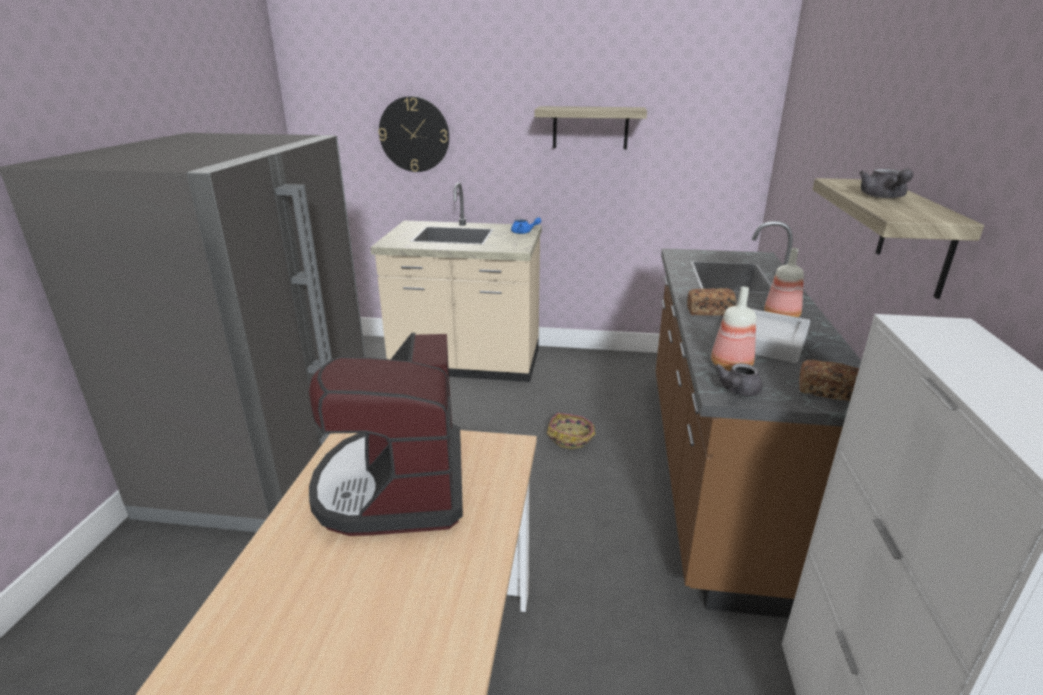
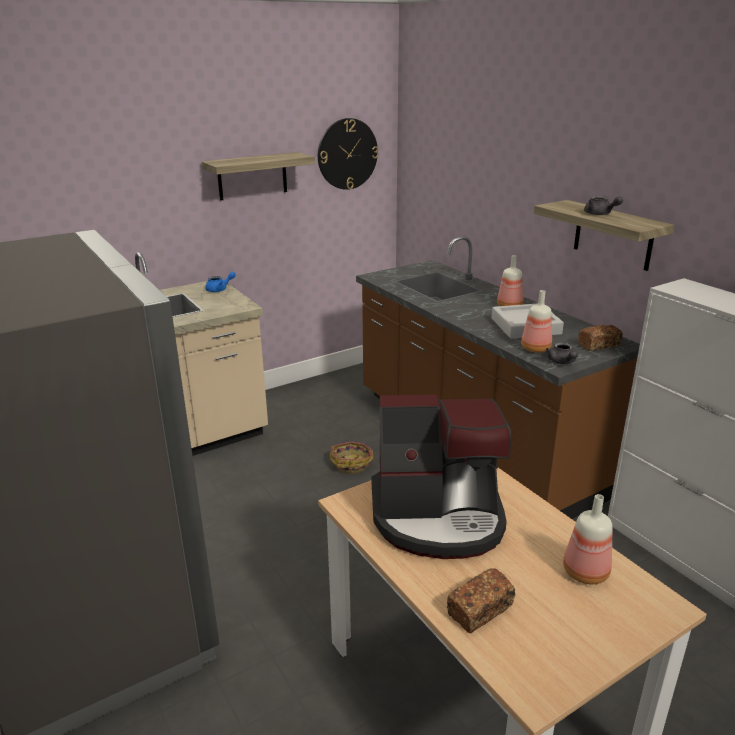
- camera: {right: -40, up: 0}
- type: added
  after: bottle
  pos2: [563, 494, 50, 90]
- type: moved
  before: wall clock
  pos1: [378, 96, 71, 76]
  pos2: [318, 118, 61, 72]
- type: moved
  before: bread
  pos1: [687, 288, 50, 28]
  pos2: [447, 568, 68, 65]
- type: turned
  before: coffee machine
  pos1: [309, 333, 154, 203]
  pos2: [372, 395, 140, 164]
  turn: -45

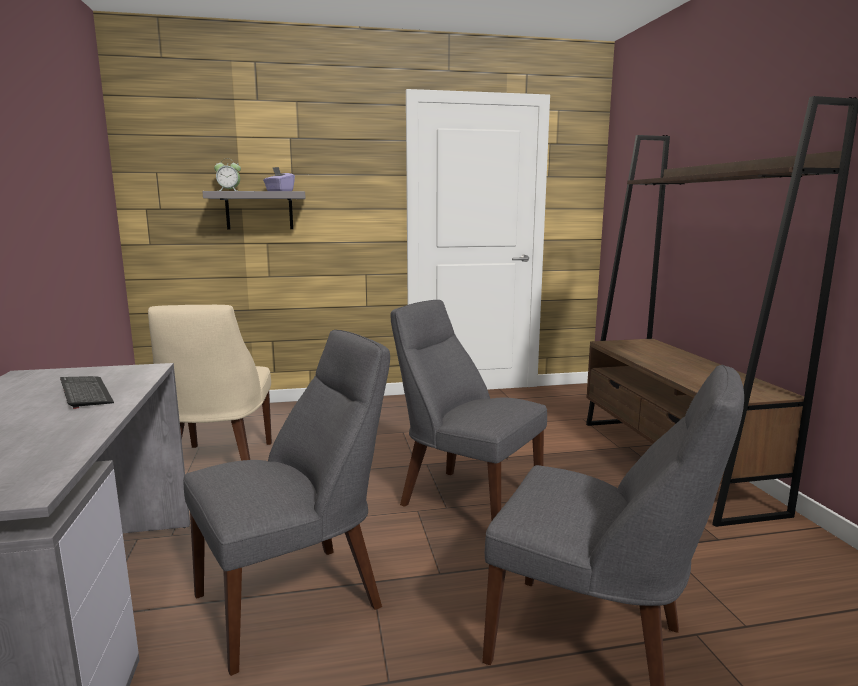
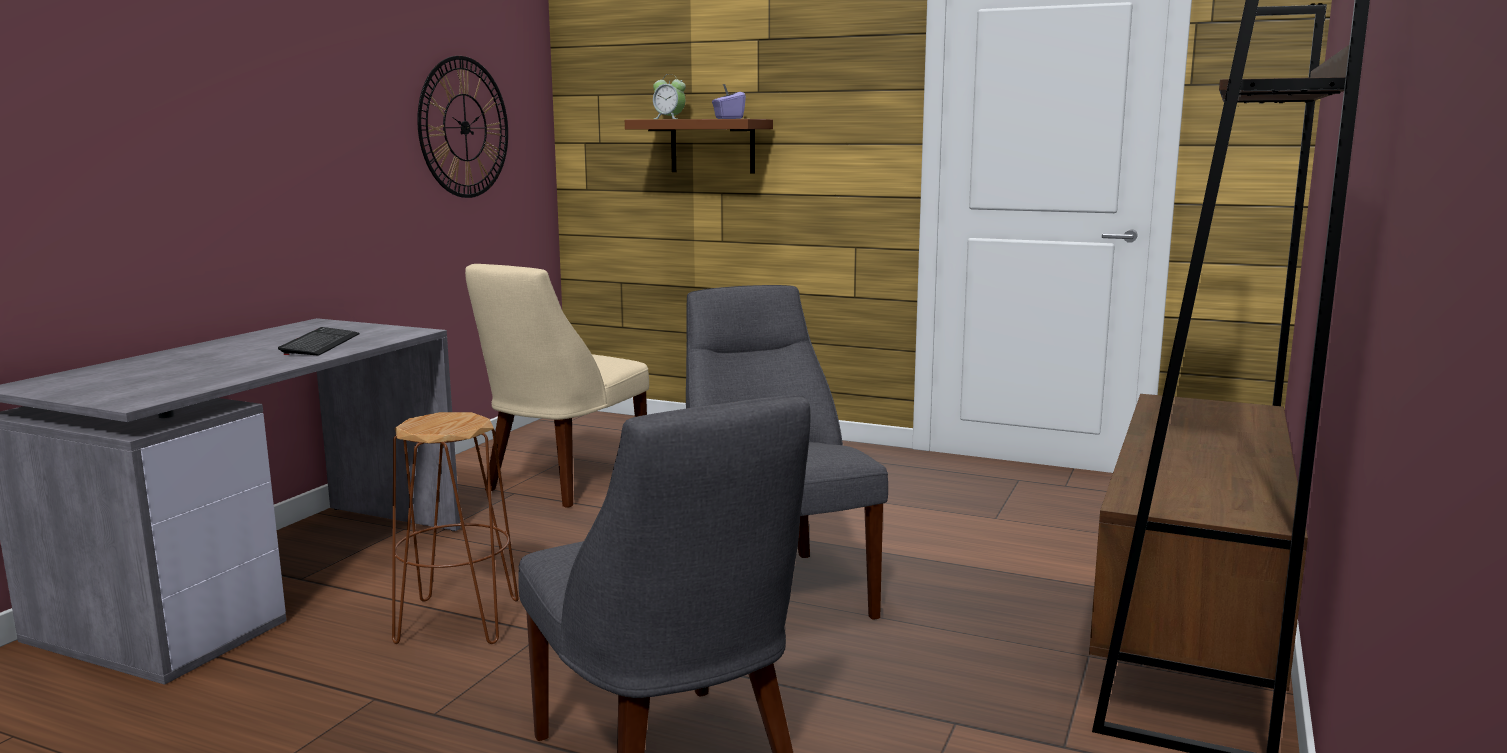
- camera: {right: 35, up: 0}
- type: added
  after: wall clock
  pos2: [417, 56, 91, 142]
- type: replaced
  before: chair in grey
  after: stool in brown
  pos1: [183, 330, 207, 346]
  pos2: [392, 412, 127, 232]
- type: recoloured
  before: shelf in grey
  after: shelf in brown
  pos1: [202, 191, 104, 39]
  pos2: [625, 119, 148, 54]

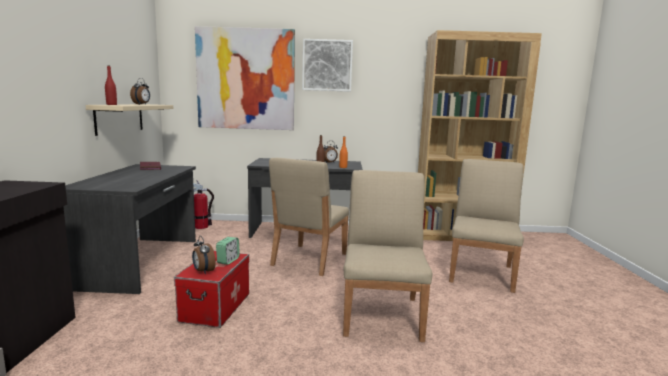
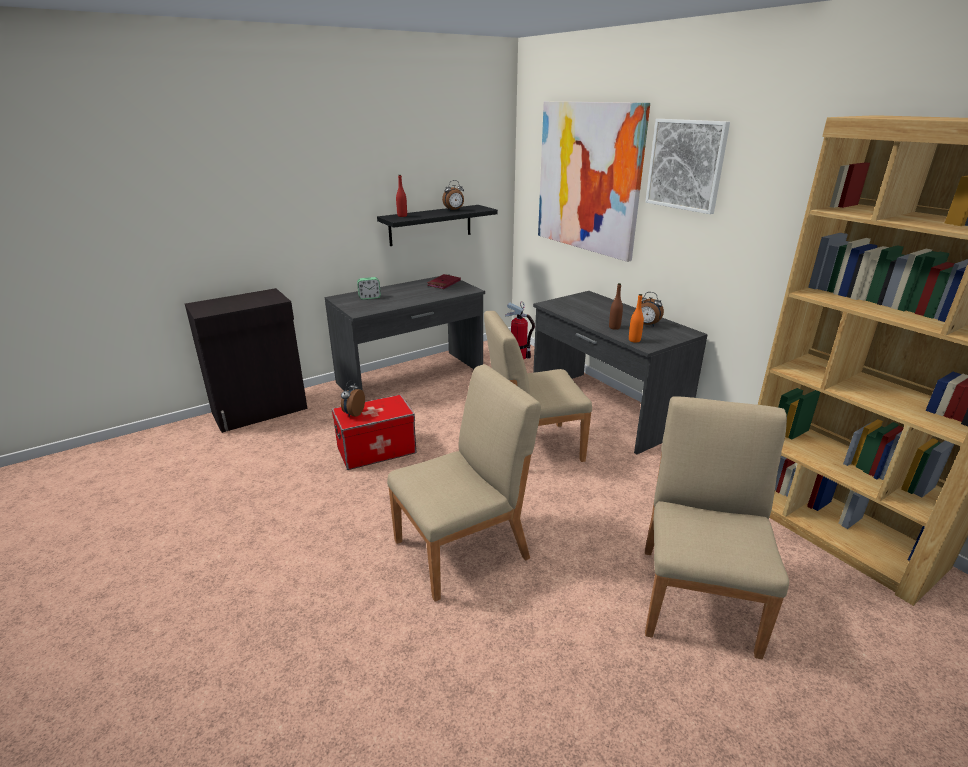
- camera: {right: 55, up: 15}
- type: moved
  before: alarm clock
  pos1: [216, 237, 24, 28]
  pos2: [357, 277, 24, 23]
- type: recoloured
  before: shelf in beige
  after: shelf in black
  pos1: [85, 104, 88, 32]
  pos2: [377, 205, 121, 41]
- type: turned
  before: chair in beige
  pos1: [449, 159, 75, 134]
  pos2: [645, 396, 144, 263]
  turn: -60

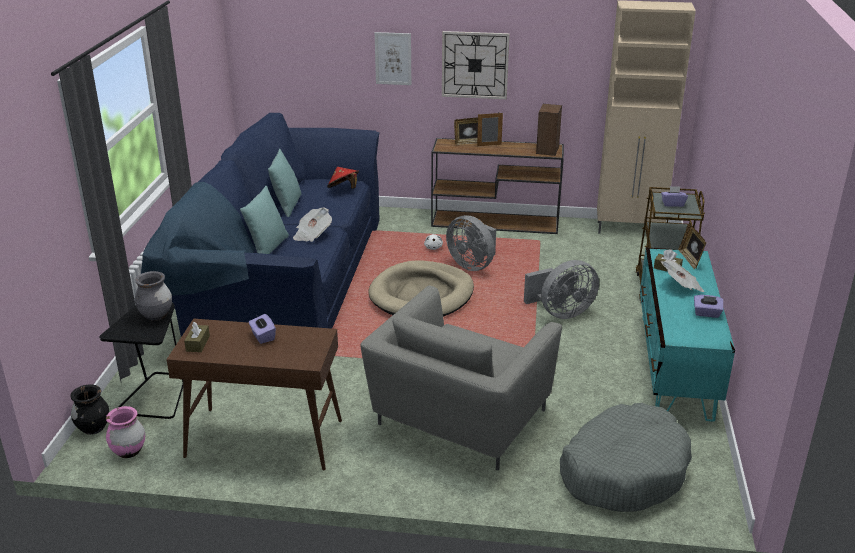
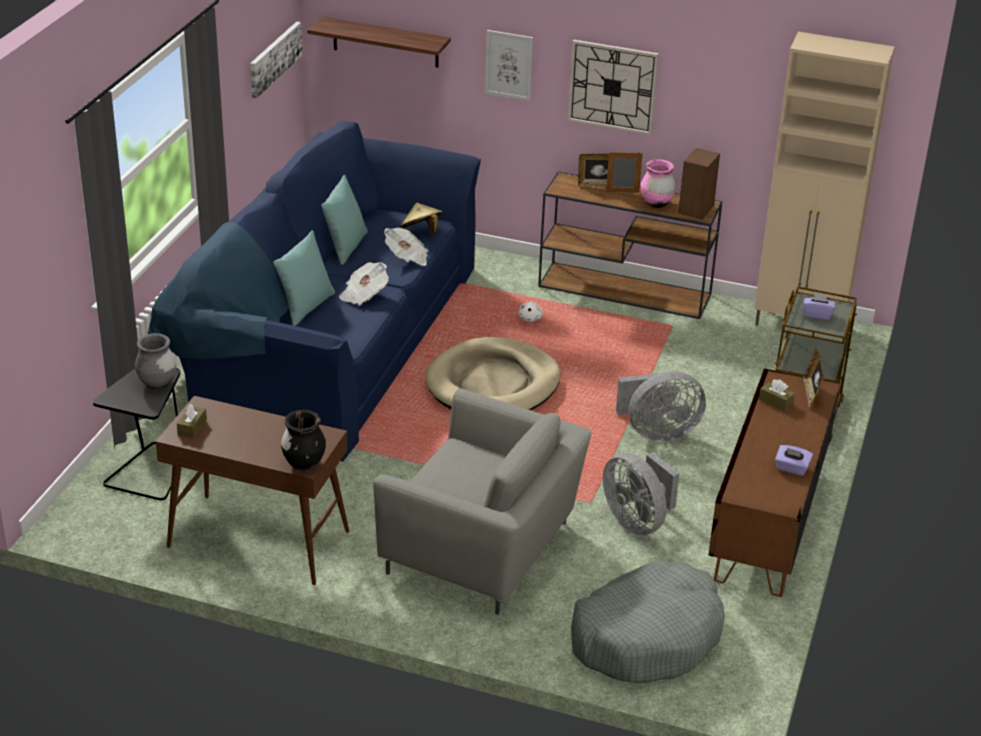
- camera: {right: 10, up: 5}
- type: removed
  before: tissue box in purple
  pos1: [249, 314, 27, 30]
- type: added
  after: picture
  pos2: [250, 22, 52, 76]
- type: added
  after: shelf
  pos2: [307, 16, 144, 52]
- type: moved
  before: vase in black
  pos1: [70, 384, 39, 51]
  pos2: [281, 410, 45, 61]
- type: moved
  before: vase in pink
  pos1: [106, 406, 39, 52]
  pos2: [641, 159, 35, 49]
- type: moved
  before: fan in grey
  pos1: [446, 215, 50, 56]
  pos2: [603, 452, 76, 83]
- type: moved
  before: newspaper
  pos1: [661, 260, 44, 32]
  pos2: [384, 228, 44, 38]
- type: recoloured
  before: hat in red
  after: hat in beige
  pos1: [327, 167, 32, 22]
  pos2: [400, 203, 43, 31]
- type: recoloured
  before: tv stand in turquoise
  after: tv stand in brown
  pos1: [640, 247, 95, 175]
  pos2: [709, 369, 131, 228]
- type: turned
  before: armchair in grey
  pos1: [361, 285, 201, 185]
  pos2: [373, 388, 218, 227]
  turn: -105

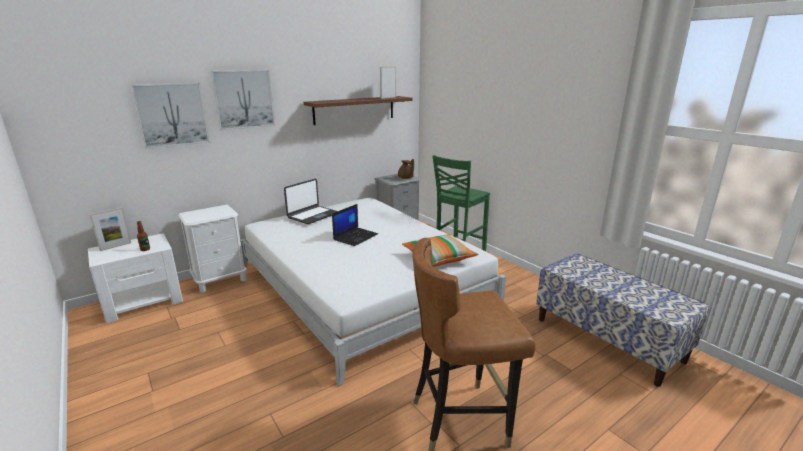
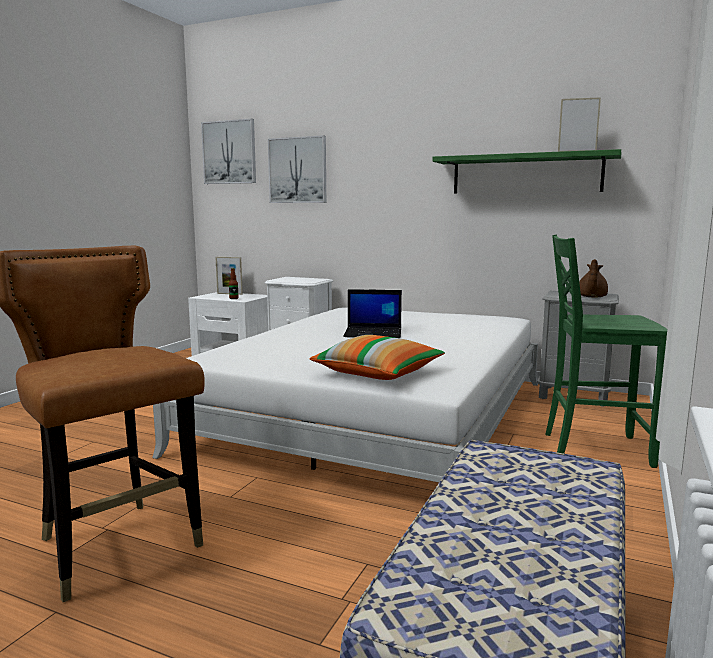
- camera: {right: 60, up: -10}
- type: removed
  before: laptop
  pos1: [284, 179, 54, 45]
- type: moved
  before: picture
  pos1: [211, 70, 64, 60]
  pos2: [201, 119, 55, 65]
- type: recoloured
  before: shelf in brown
  after: shelf in green
  pos1: [304, 96, 108, 29]
  pos2: [432, 149, 189, 45]

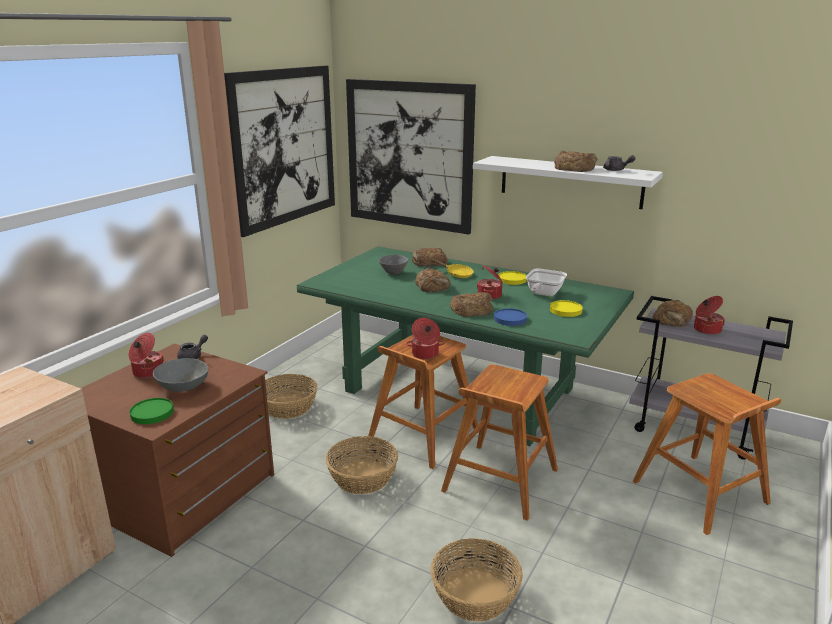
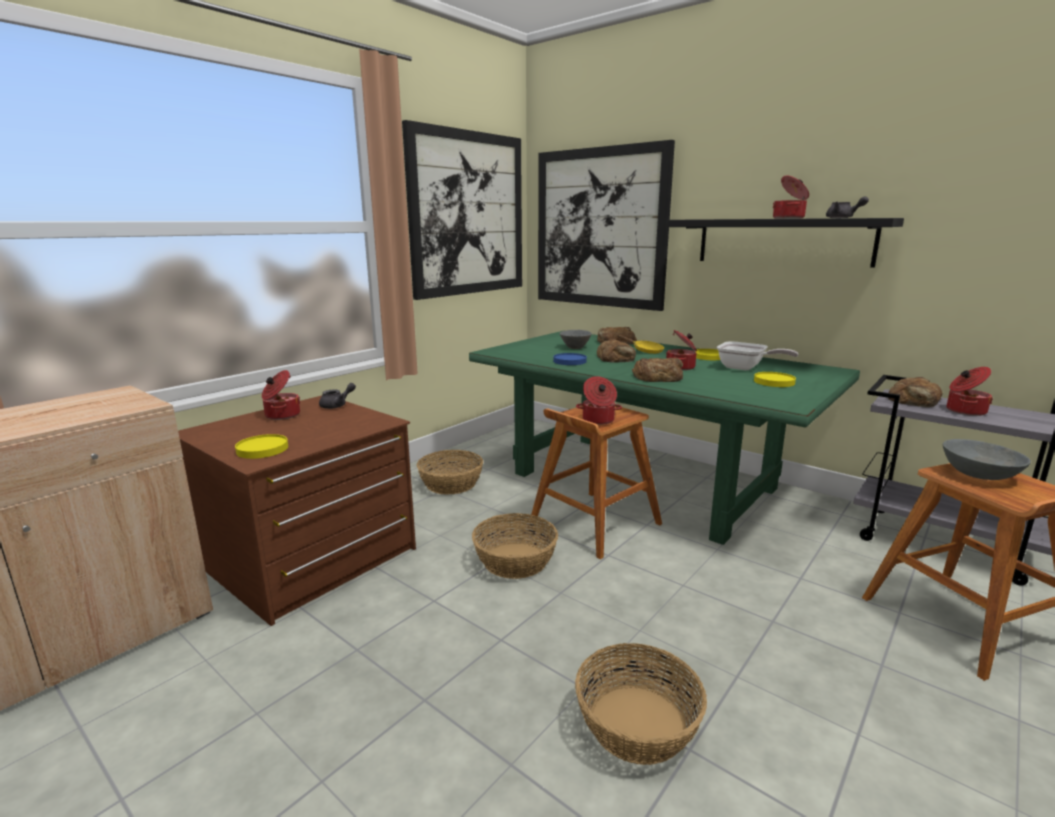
- camera: {right: 10, up: -5}
- type: removed
  before: stool in brown
  pos1: [441, 364, 117, 157]
- type: moved
  before: bowl in grey
  pos1: [153, 358, 56, 34]
  pos2: [943, 439, 88, 41]
- type: moved
  before: plate in blue
  pos1: [494, 308, 33, 18]
  pos2: [553, 353, 34, 12]
- type: replaced
  before: bread
  after: cooking pot
  pos1: [554, 151, 43, 21]
  pos2: [773, 175, 36, 44]
- type: recoloured
  before: plate in green
  after: plate in yellow
  pos1: [130, 398, 44, 26]
  pos2: [235, 434, 53, 25]
- type: recoloured
  before: shelf in white
  after: shelf in black
  pos1: [473, 156, 190, 53]
  pos2: [667, 218, 237, 50]
- type: turned
  before: frying pan
  pos1: [526, 268, 41, 28]
  pos2: [717, 341, 81, 29]
  turn: -90

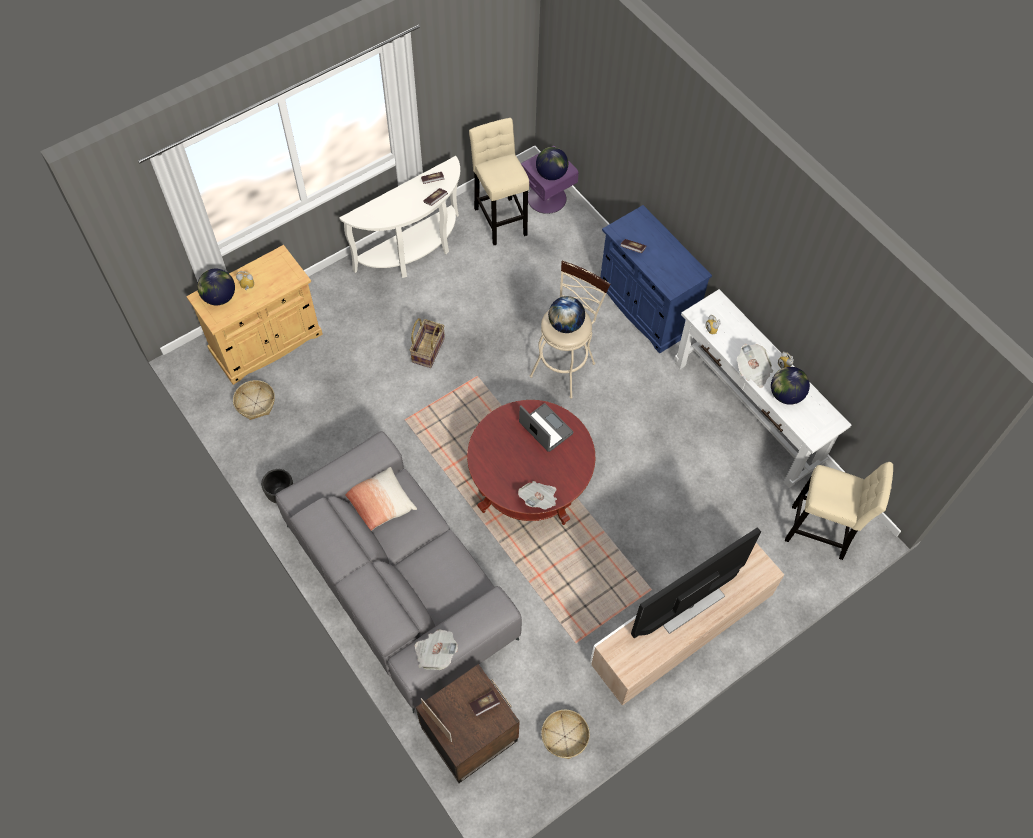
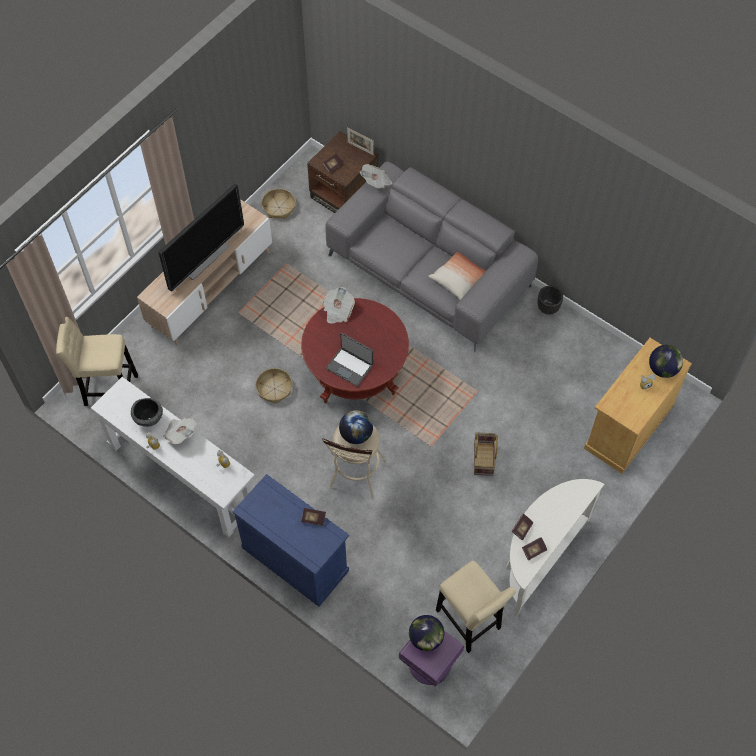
- camera: {right: 165, up: 0}
- type: moved
  before: basket
  pos1: [233, 380, 42, 40]
  pos2: [256, 368, 36, 36]
- type: replaced
  before: globe
  after: bowl
  pos1: [771, 367, 39, 38]
  pos2: [131, 398, 32, 29]

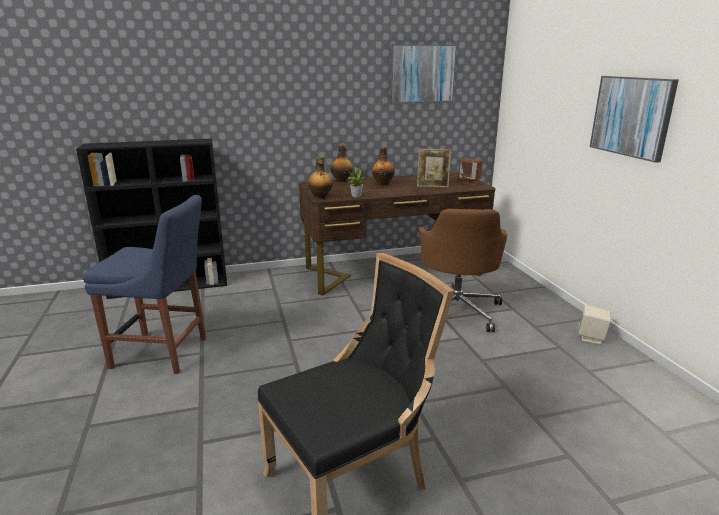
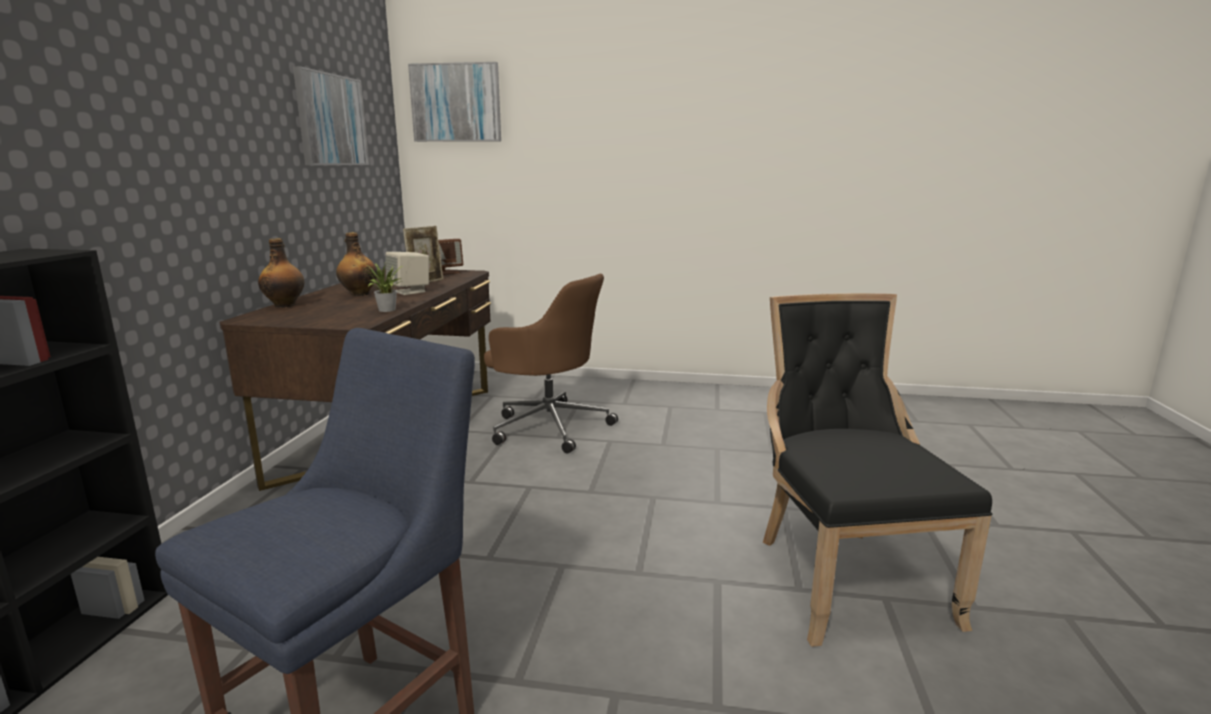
- camera: {right: -65, up: -5}
- type: removed
  before: bottle
  pos1: [308, 157, 25, 42]
- type: moved
  before: speaker in beige
  pos1: [578, 305, 33, 39]
  pos2: [386, 252, 43, 43]
- type: moved
  before: picture
  pos1: [590, 76, 89, 87]
  pos2: [408, 62, 93, 80]

